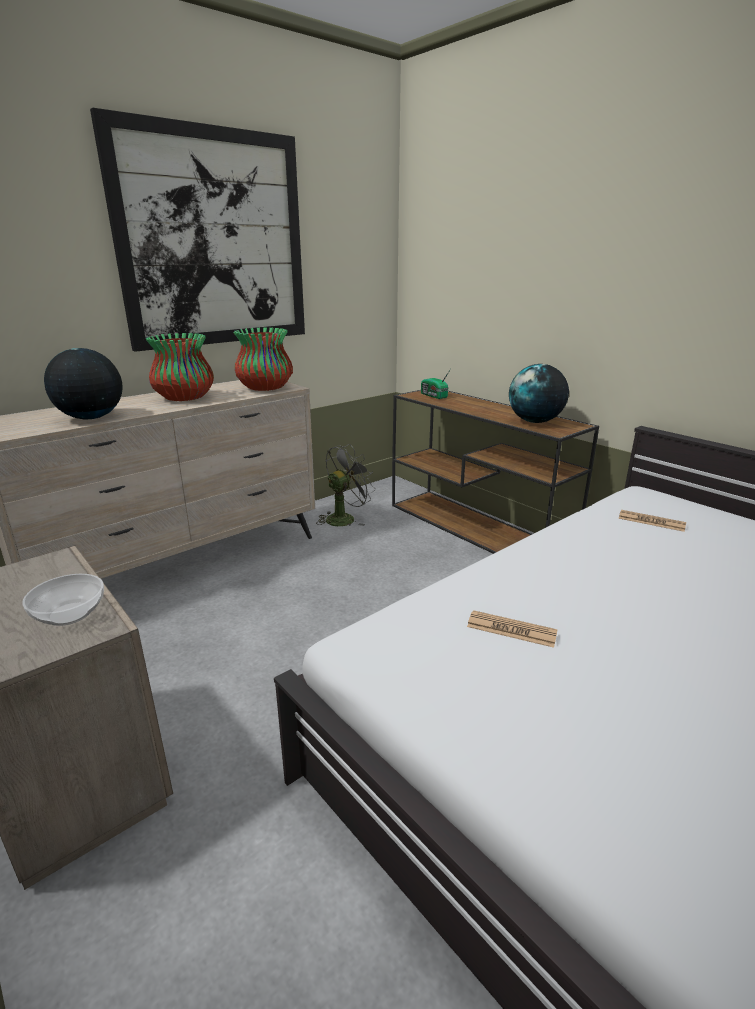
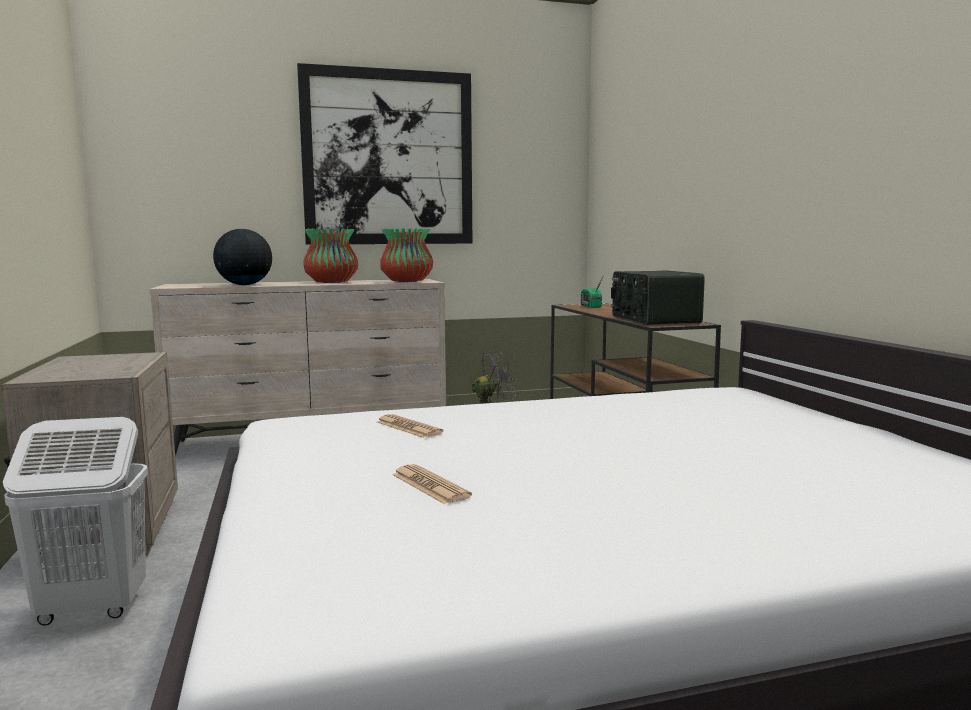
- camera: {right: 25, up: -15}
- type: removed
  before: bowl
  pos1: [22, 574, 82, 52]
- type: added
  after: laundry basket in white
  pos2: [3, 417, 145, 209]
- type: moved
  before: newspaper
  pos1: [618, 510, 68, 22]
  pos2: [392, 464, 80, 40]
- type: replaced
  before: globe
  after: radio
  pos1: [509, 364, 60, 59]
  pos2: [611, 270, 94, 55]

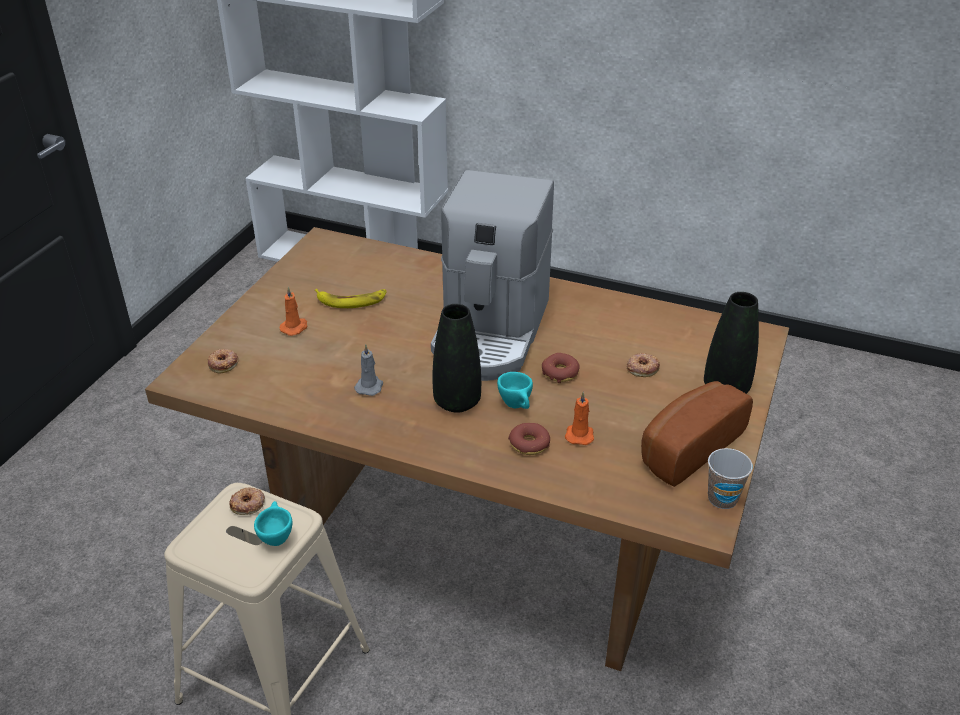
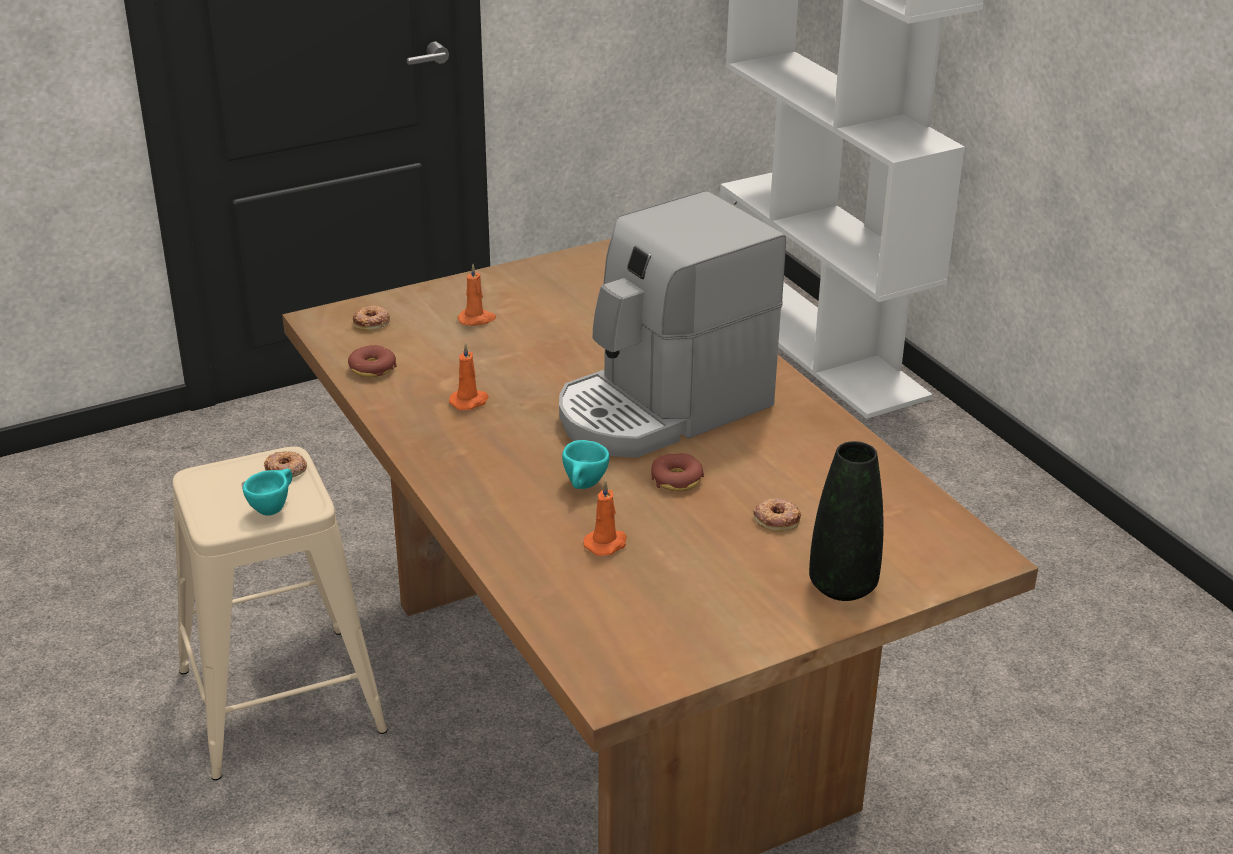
- camera: {right: 40, up: -5}
- type: removed
  before: banana
  pos1: [315, 289, 72, 19]
- type: removed
  before: vase in black
  pos1: [433, 304, 48, 109]
- type: removed
  before: bread
  pos1: [641, 381, 112, 106]
- type: removed
  before: cup
  pos1: [708, 448, 45, 61]
- type: moved
  before: donut
  pos1: [508, 423, 42, 32]
  pos2: [348, 345, 49, 32]
- type: recoloured
  before: candle in grey
  after: candle in orange
  pos1: [354, 344, 29, 52]
  pos2: [449, 343, 40, 67]

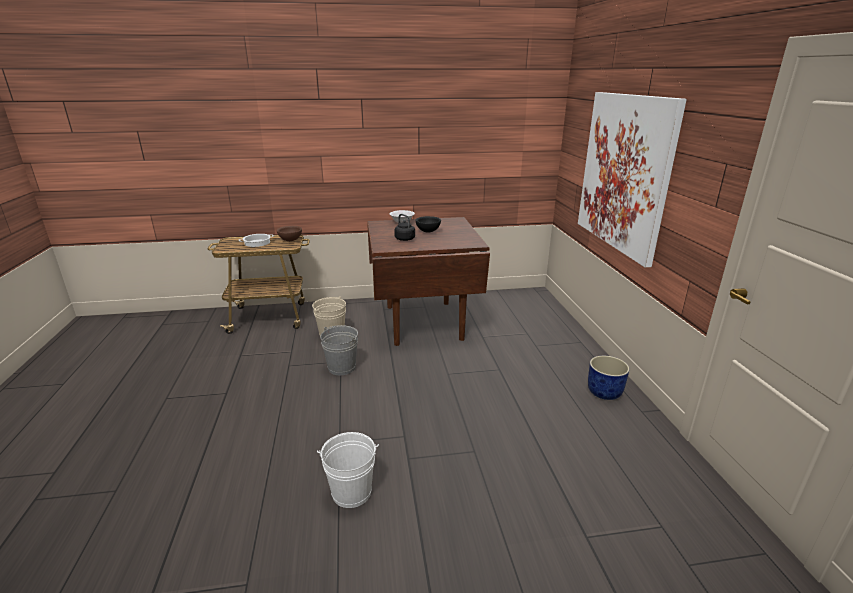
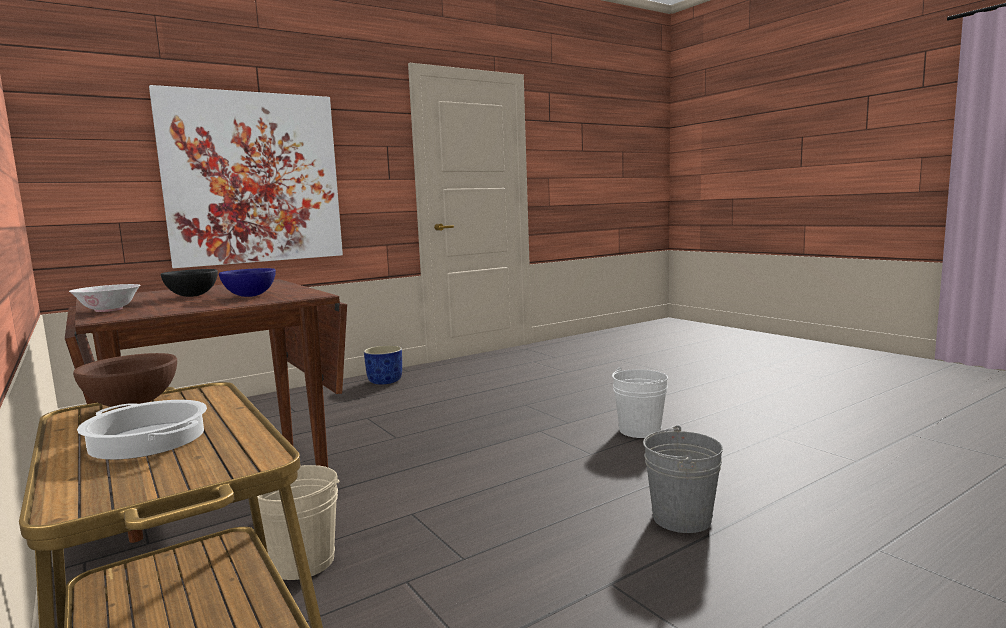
- camera: {right: -115, up: -15}
- type: moved
  before: bucket in grey
  pos1: [320, 325, 38, 50]
  pos2: [643, 425, 80, 108]
- type: replaced
  before: kettle in black
  after: bowl in blue
  pos1: [394, 214, 21, 27]
  pos2: [219, 268, 57, 29]

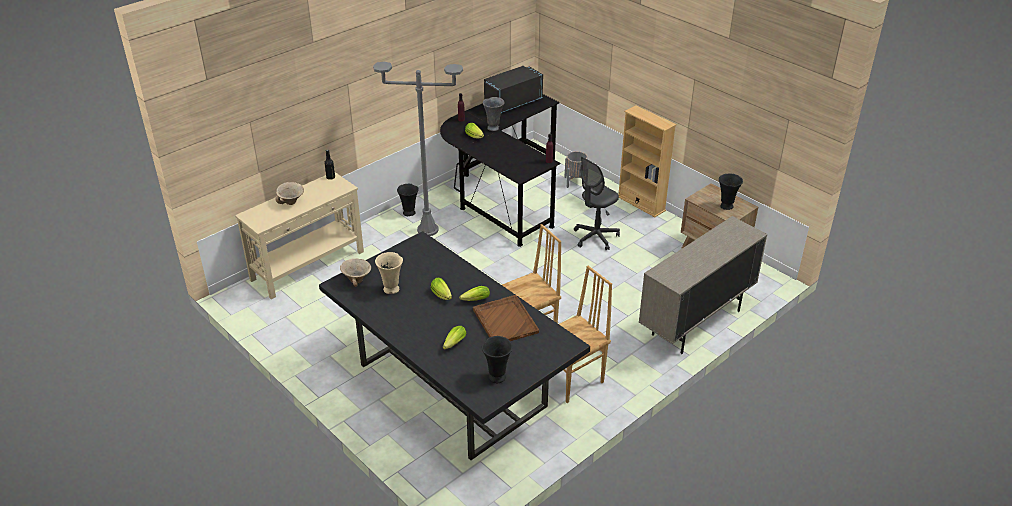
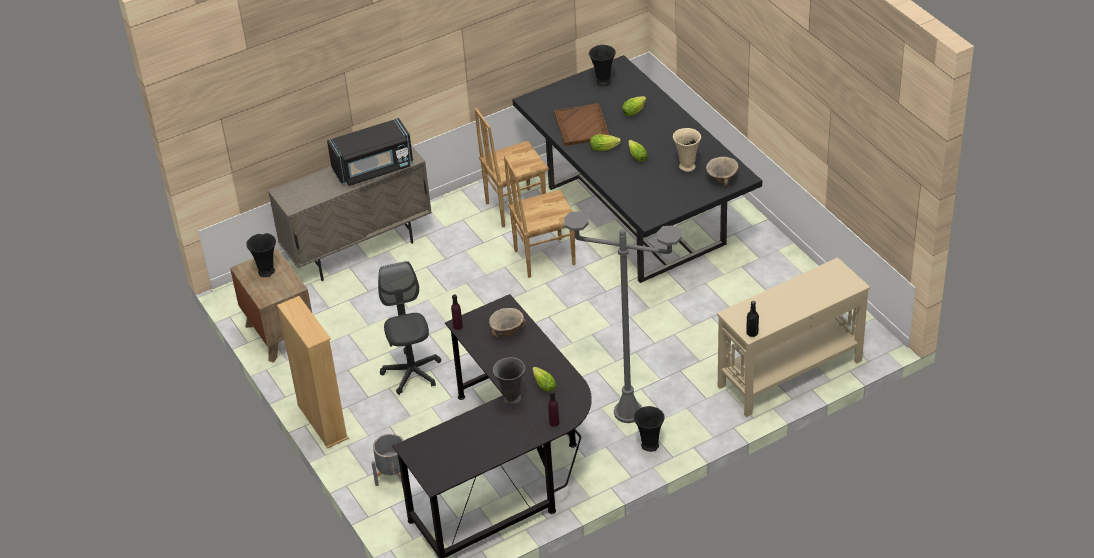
- camera: {right: -165, up: 5}
- type: moved
  before: bowl in beige
  pos1: [276, 182, 28, 23]
  pos2: [489, 308, 37, 30]
- type: moved
  before: microwave in black
  pos1: [484, 66, 59, 47]
  pos2: [327, 118, 86, 68]
- type: turned
  before: office chair in grey
  pos1: [574, 157, 46, 93]
  pos2: [378, 261, 63, 134]
  turn: -75

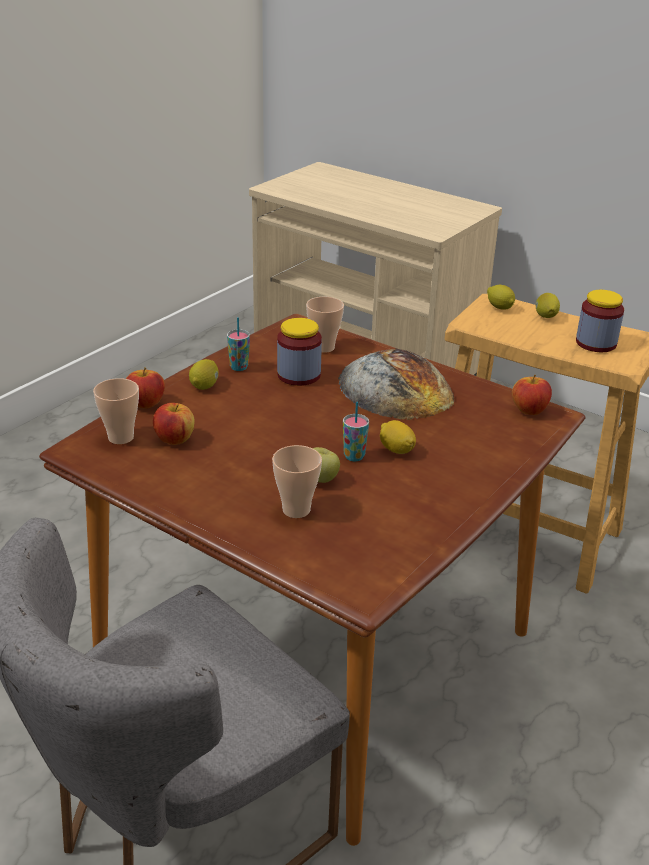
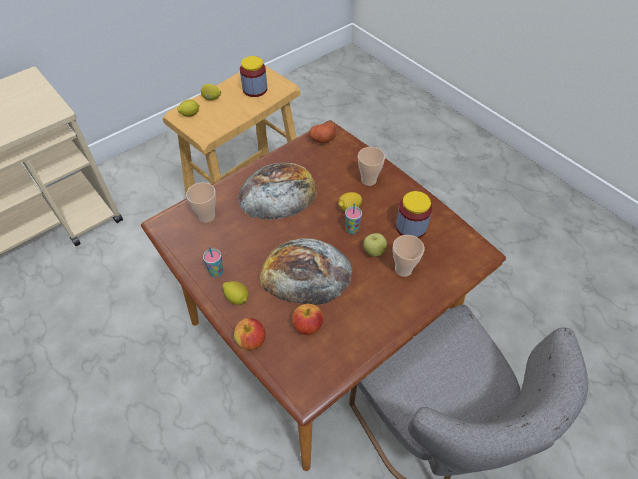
- camera: {right: -75, up: 20}
- type: added
  after: bread
  pos2: [260, 238, 93, 67]
- type: moved
  before: cup
  pos1: [93, 378, 46, 66]
  pos2: [358, 147, 27, 39]
- type: moved
  before: jar
  pos1: [277, 318, 45, 68]
  pos2: [396, 191, 36, 47]
- type: replaced
  before: apple
  after: potato
  pos1: [512, 375, 40, 40]
  pos2: [309, 124, 27, 19]

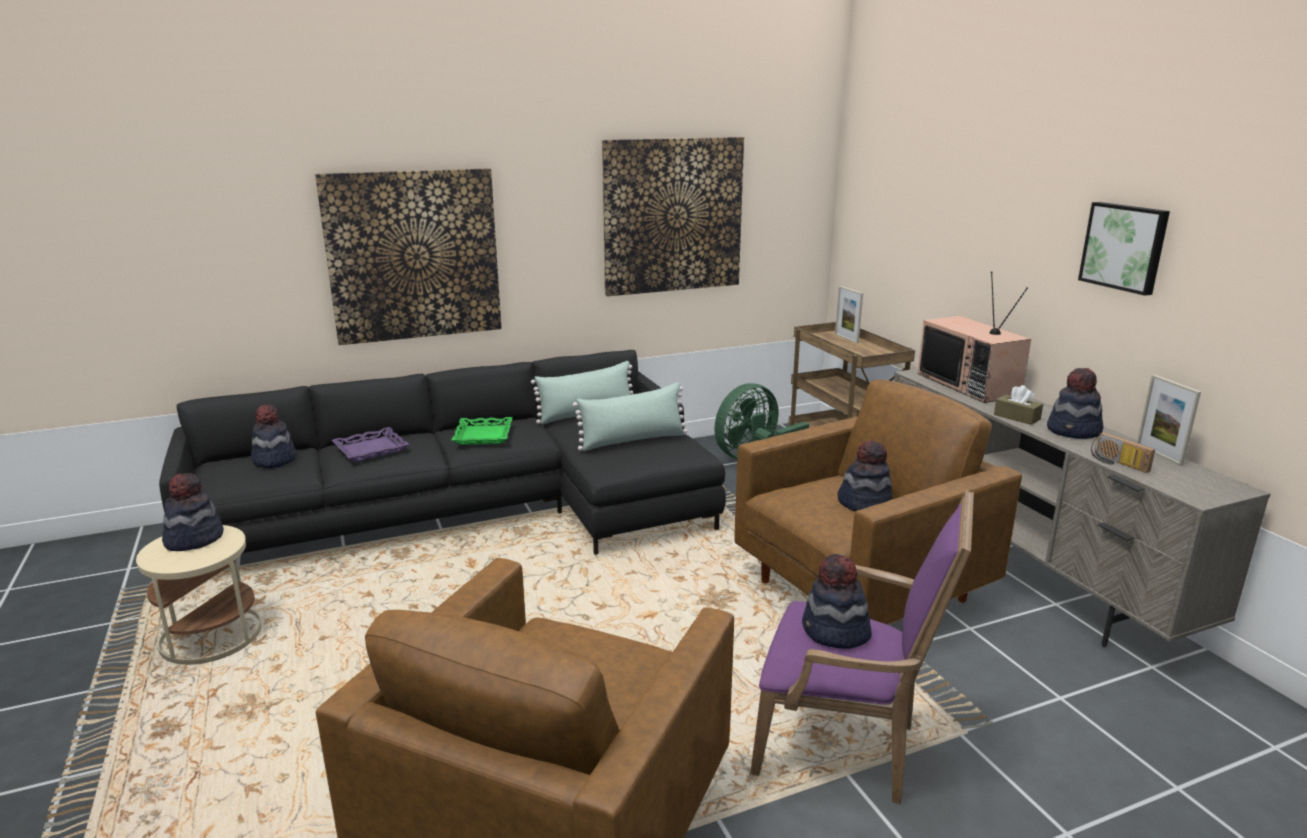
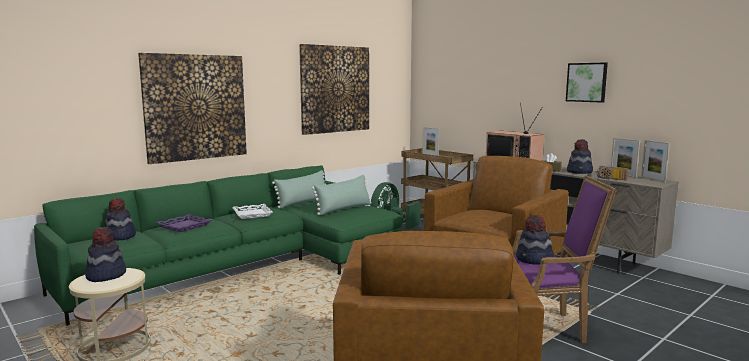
- camera: {right: -20, up: -10}
- type: removed
  before: hat
  pos1: [838, 440, 55, 72]
- type: added
  after: picture frame
  pos2: [641, 140, 29, 42]
- type: recoloured
  before: sofa in black
  after: sofa in green
  pos1: [159, 350, 567, 205]
  pos2: [34, 166, 368, 160]
- type: recoloured
  before: tray in green
  after: tray in white
  pos1: [451, 417, 61, 28]
  pos2: [232, 204, 41, 15]

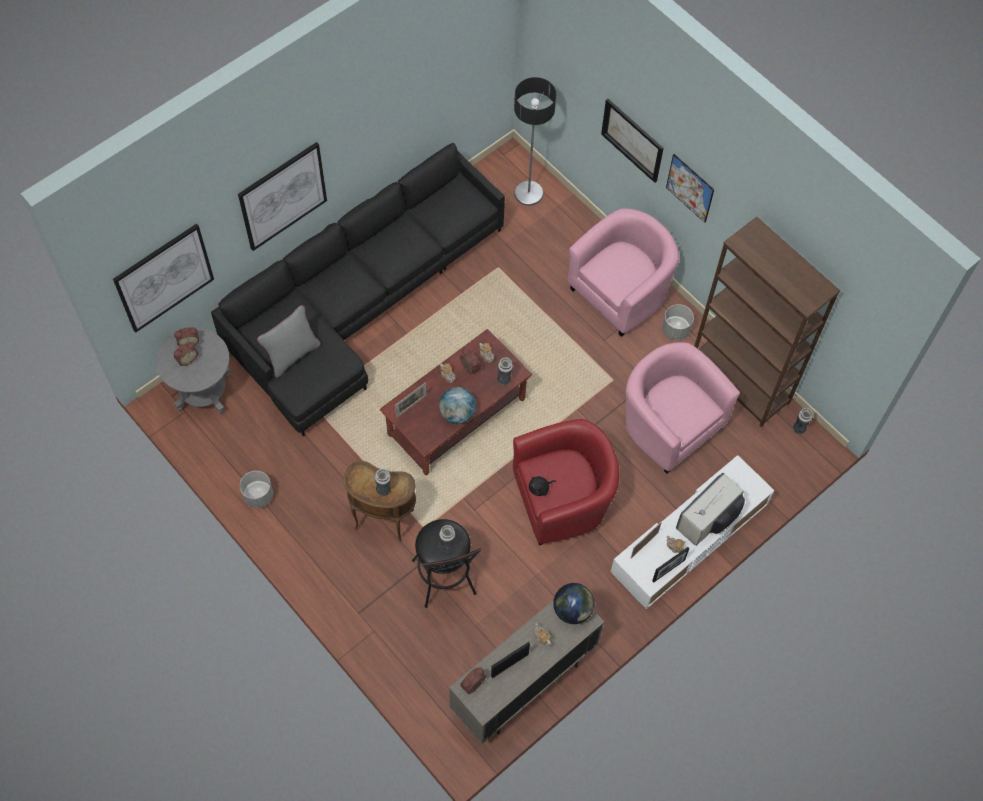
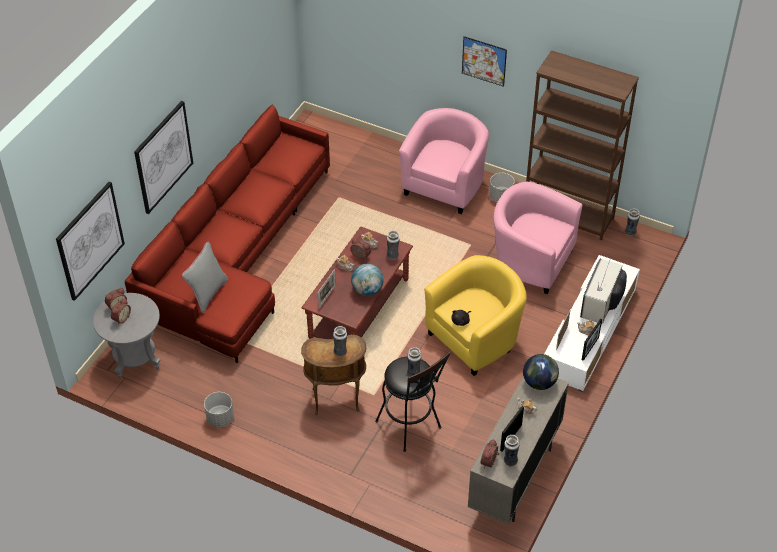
- camera: {right: -20, up: -15}
- type: removed
  before: floor lamp
  pos1: [514, 77, 42, 129]
- type: removed
  before: picture
  pos1: [601, 99, 63, 84]
- type: added
  after: vase
  pos2: [503, 435, 16, 32]
- type: recoloured
  before: sofa in black
  after: sofa in red
  pos1: [211, 143, 294, 293]
  pos2: [125, 105, 205, 258]
- type: recoloured
  before: armchair in red
  after: armchair in yellow
  pos1: [513, 419, 106, 126]
  pos2: [424, 255, 103, 121]

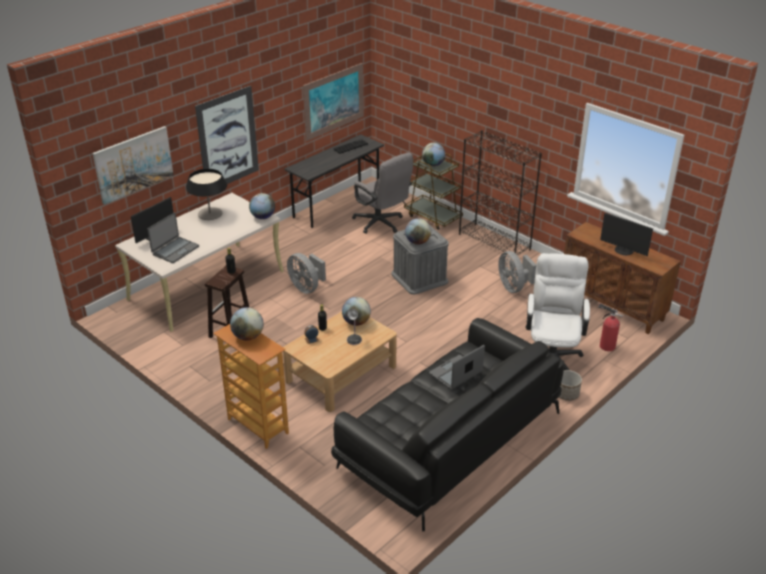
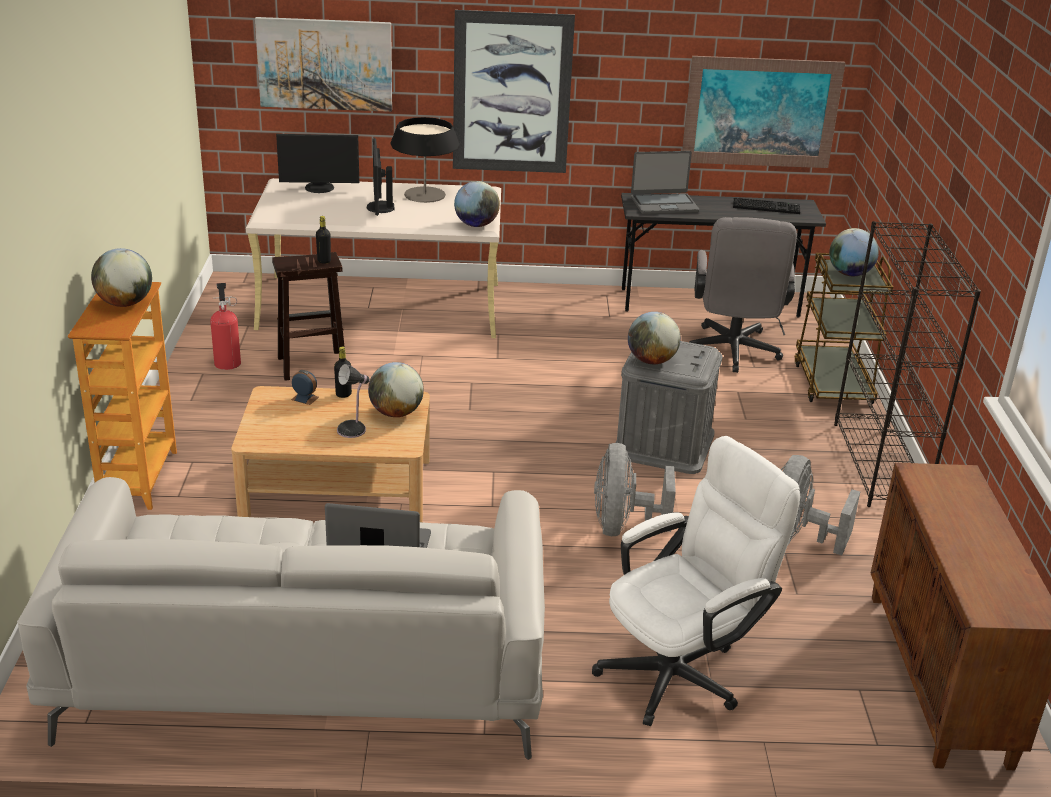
- camera: {right: 45, up: -5}
- type: removed
  before: planter
  pos1: [559, 370, 23, 31]
- type: moved
  before: laptop
  pos1: [147, 212, 52, 51]
  pos2: [631, 151, 68, 63]
- type: moved
  before: fan in grey
  pos1: [287, 253, 39, 41]
  pos2: [594, 443, 82, 93]
- type: moved
  before: fire extinguisher
  pos1: [598, 304, 25, 47]
  pos2: [210, 283, 31, 87]
- type: moved
  before: monitor
  pos1: [600, 213, 53, 43]
  pos2: [366, 138, 28, 78]
- type: recoloured
  before: sofa in black
  after: sofa in white
  pos1: [331, 318, 233, 213]
  pos2: [17, 477, 528, 283]

